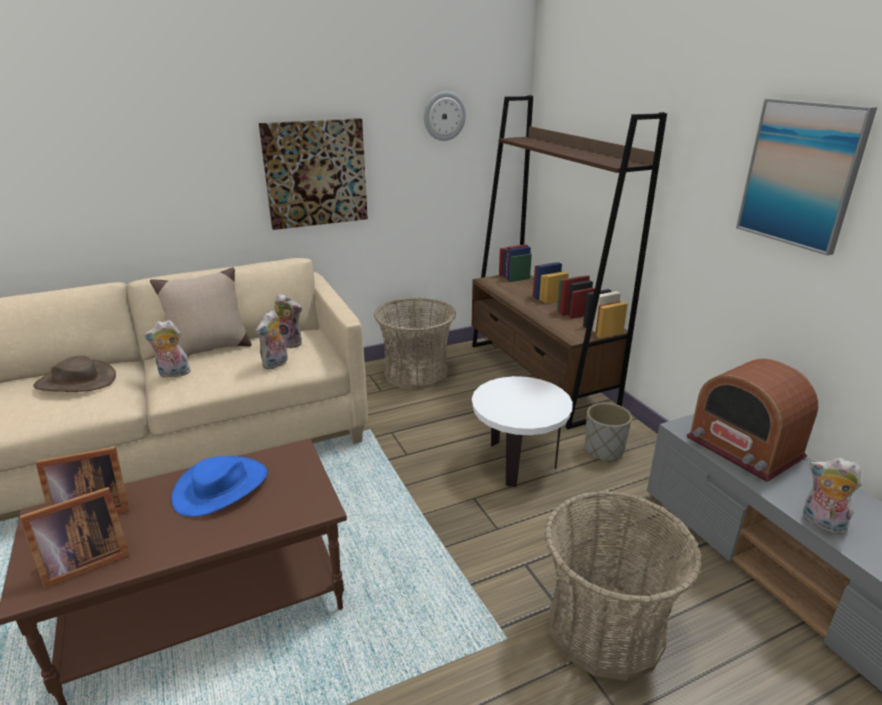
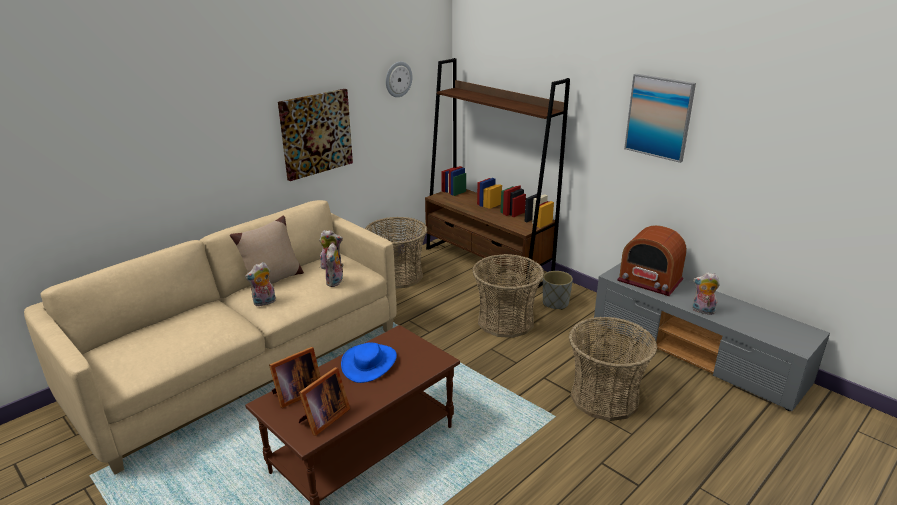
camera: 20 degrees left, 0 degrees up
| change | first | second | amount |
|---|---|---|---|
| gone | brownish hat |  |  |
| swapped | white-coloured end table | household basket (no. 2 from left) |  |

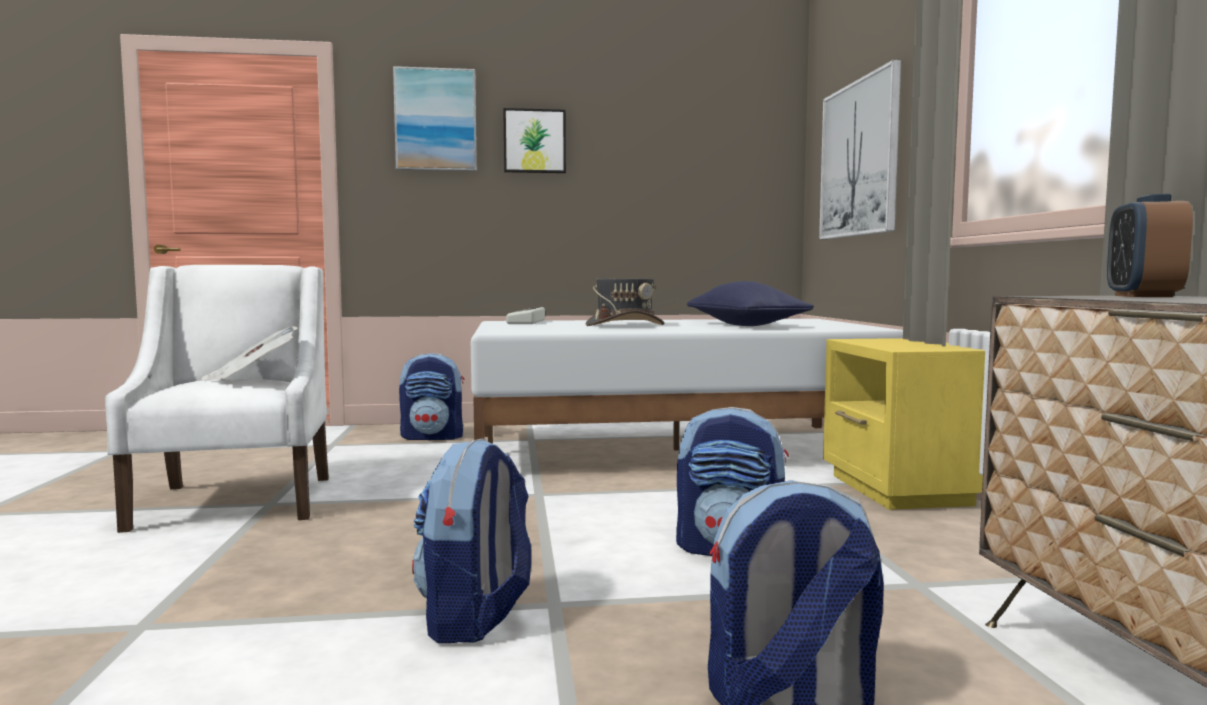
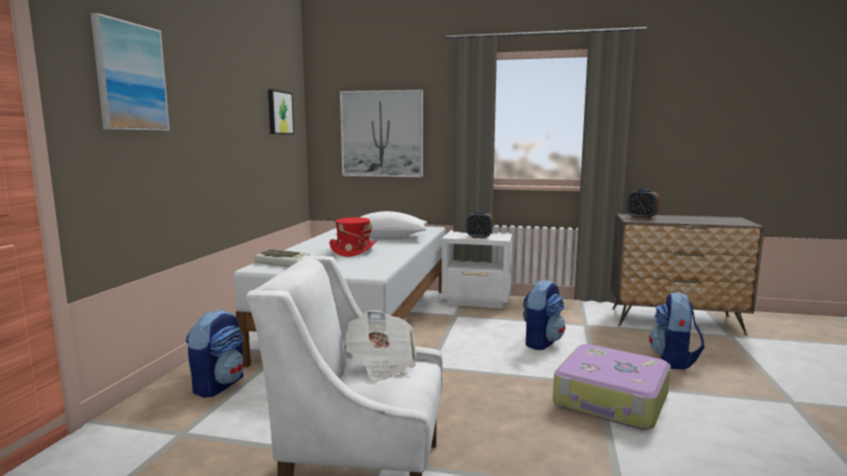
camera: 70 degrees left, 5 degrees up
| change | first | second | amount |
|---|---|---|---|
| swapped | knapsack (no. 2 from left) | piece of luggage |  |
| shifted | wall art (no. 2 from left) |  |  |
| repainted | grey hat | reddish hat |  |
| repainted | bluish cushion | white-coloured cushion |  |
| repainted | yellow-coloured nightstand | white-coloured nightstand |  |
| new |  | table clock (no. 1 from left) |  |

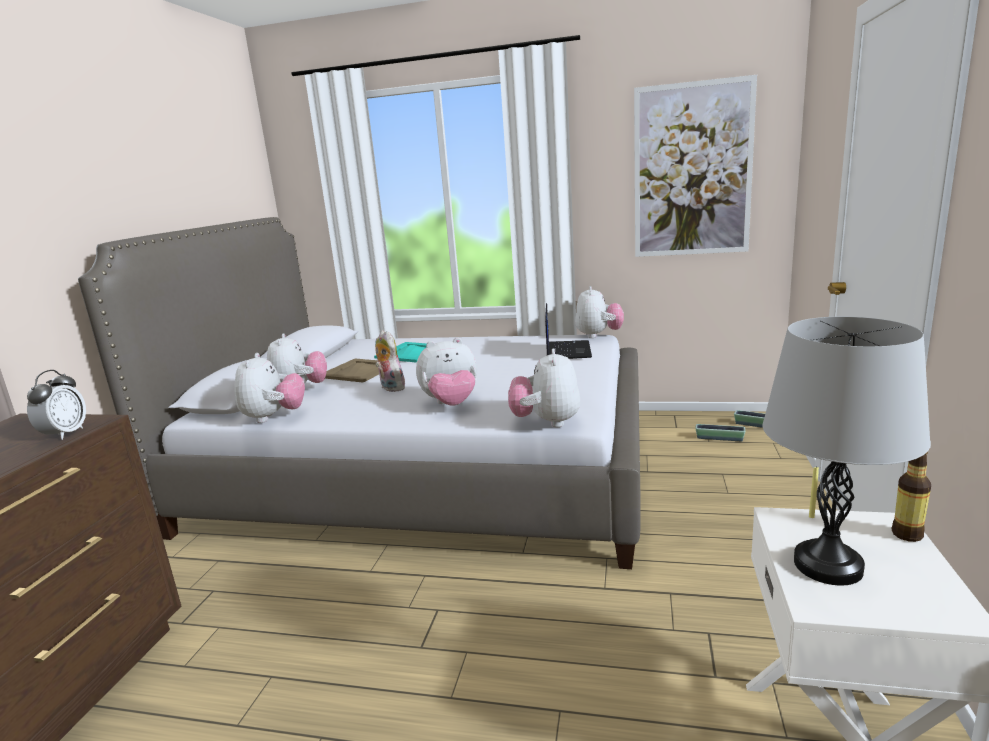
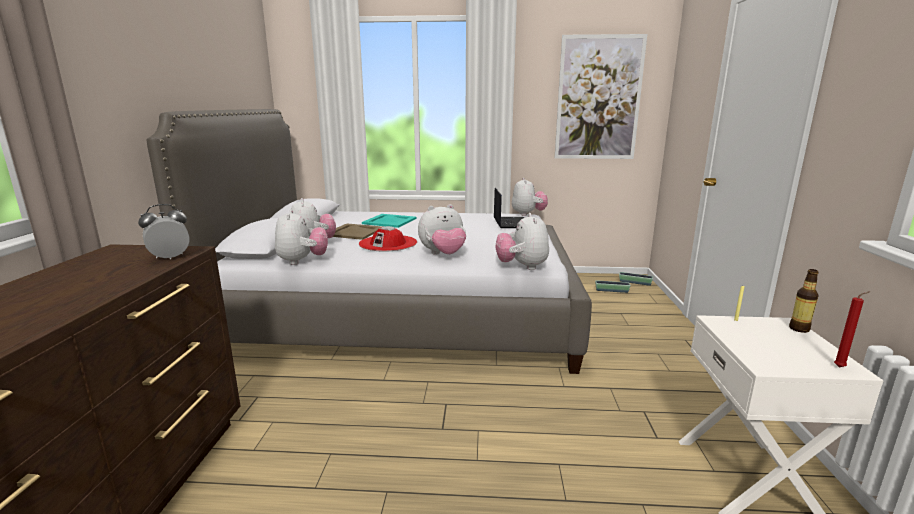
camera: 10 degrees left, 0 degrees up
| change | first | second | amount |
|---|---|---|---|
| rotated | table clock |  | 120 degrees counterclockwise |
| swapped | plush toy (no. 3 from left) | reddish hat |  |
| gone | grey table lamp |  |  |
| new |  | reddish wax candle |  |

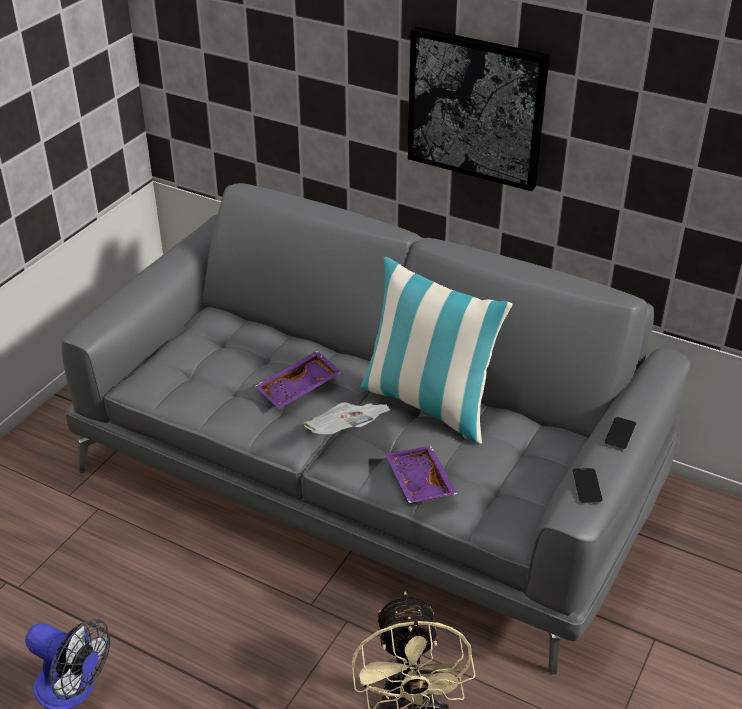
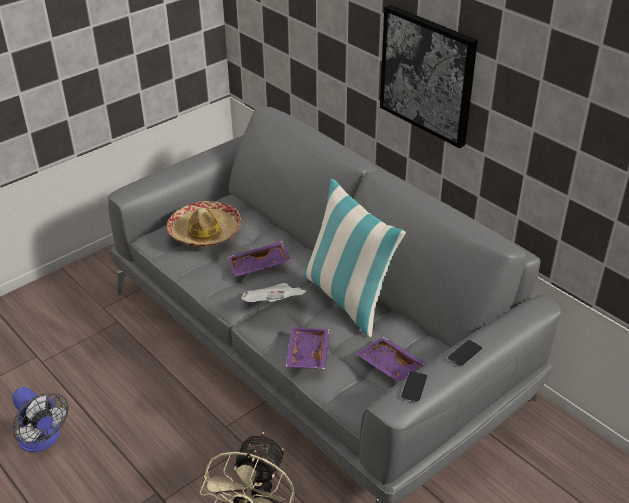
camera: 20 degrees right, 0 degrees up
| change | first | second | amount |
|---|---|---|---|
| new |  | hat |  |
| new |  | purplish tray (no. 3 from left) |  |

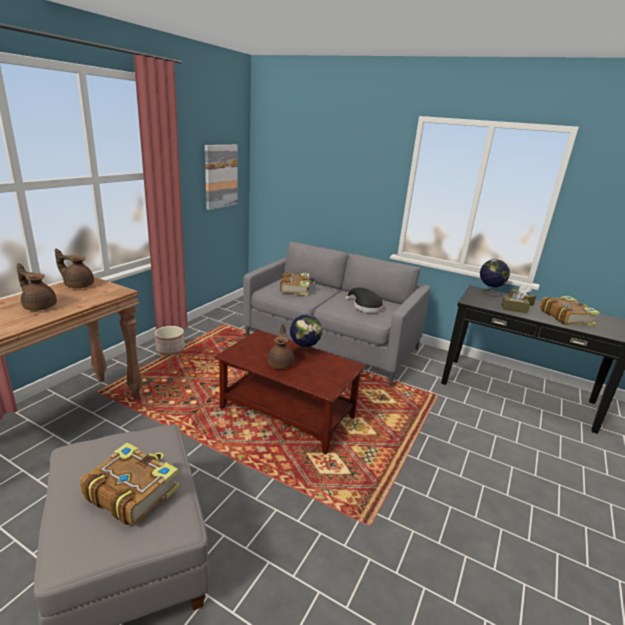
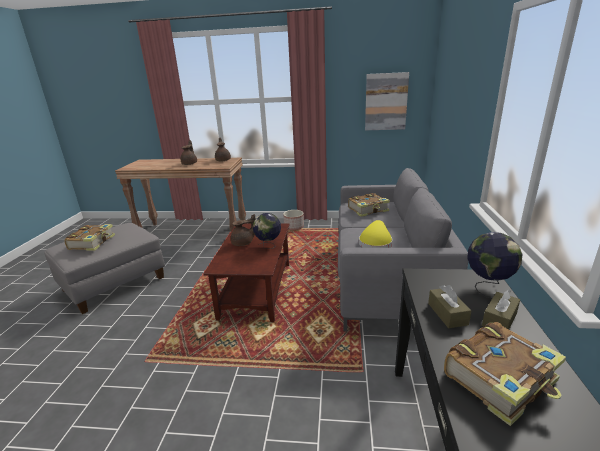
camera: 70 degrees right, 0 degrees up
| change | first | second | amount |
|---|---|---|---|
| repainted | black-coloured hat | yellow-coloured hat |  |

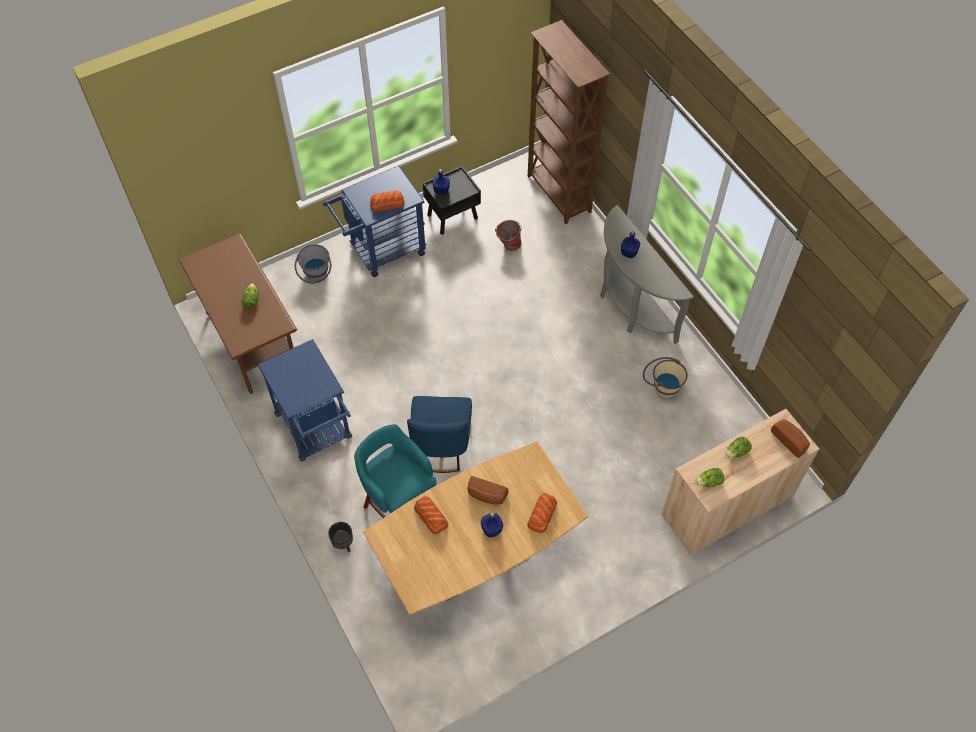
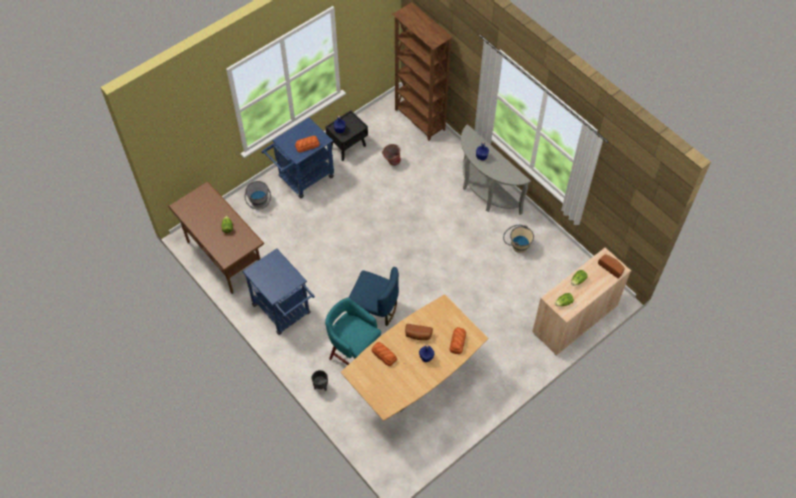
camera: 10 degrees left, 0 degrees up
| change | first | second | amount |
|---|---|---|---|
| rotated | bluish upright chair |  | 60 degrees counterclockwise |

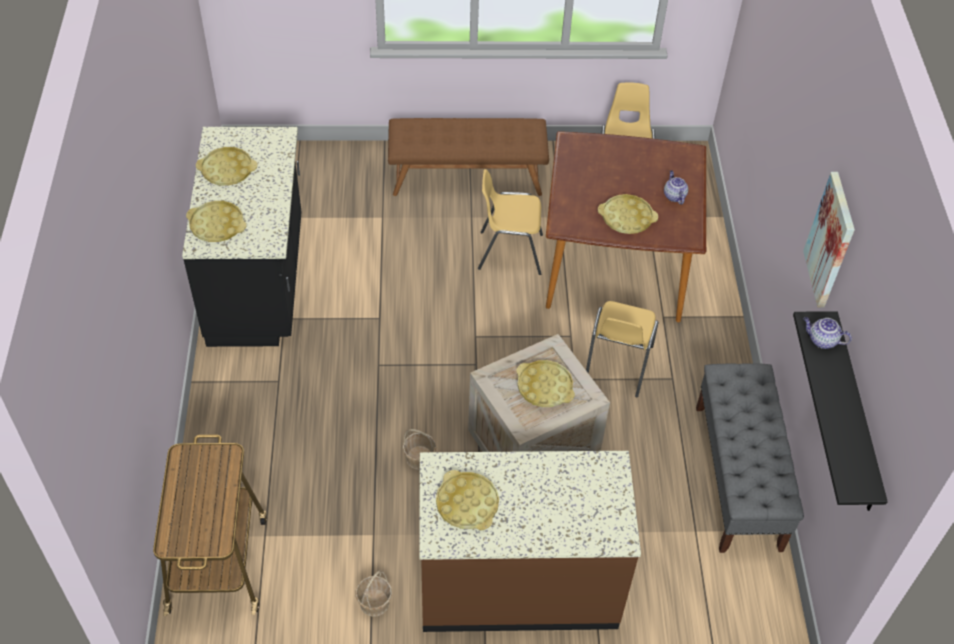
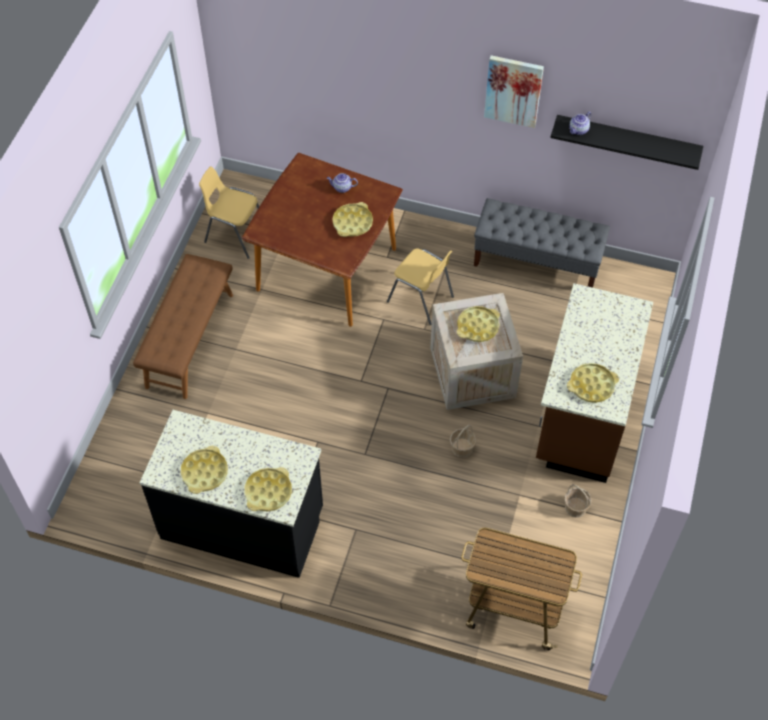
camera: 70 degrees left, 5 degrees up
| change | first | second | amount |
|---|---|---|---|
| gone | yellow-coloured upright chair (no. 1 from left) |  |  |

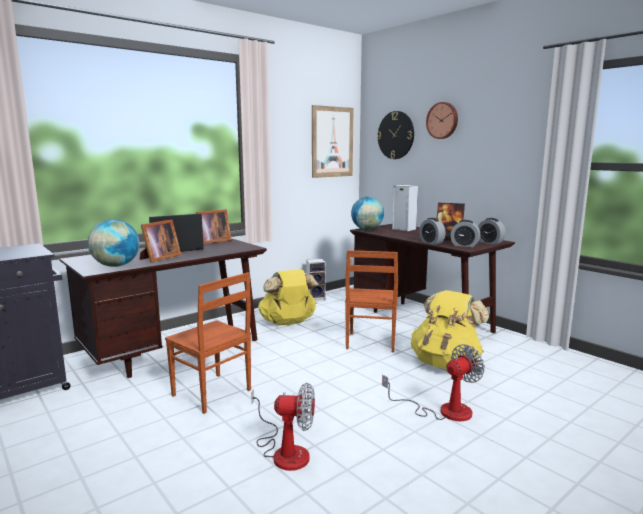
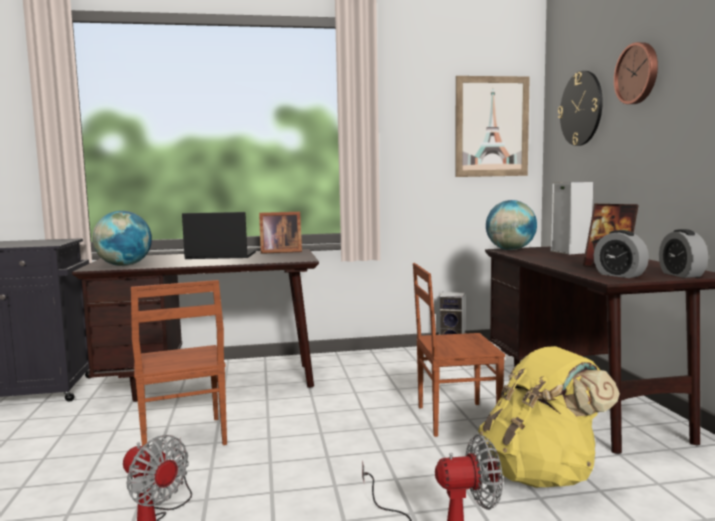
camera: 30 degrees right, 5 degrees down
| change | first | second | amount |
|---|---|---|---|
| gone | photo frame (no. 1 from left) |  |  |
| gone | yellow-coloured knapsack (no. 1 from left) |  |  |
| rotated | brownish upright chair (no. 2 from left) |  | 45 degrees clockwise |
| gone | table clock (no. 1 from left) |  |  |

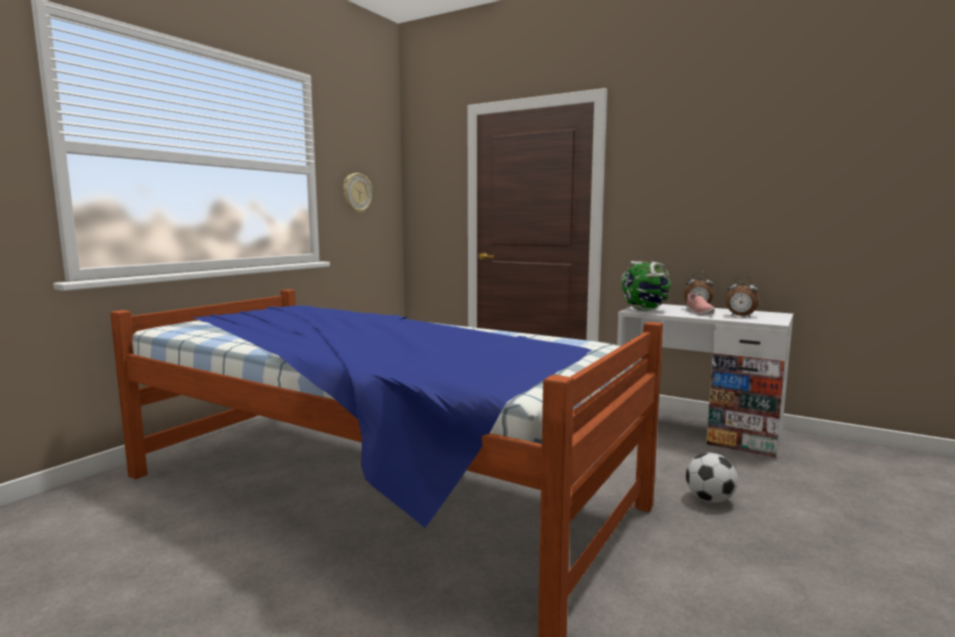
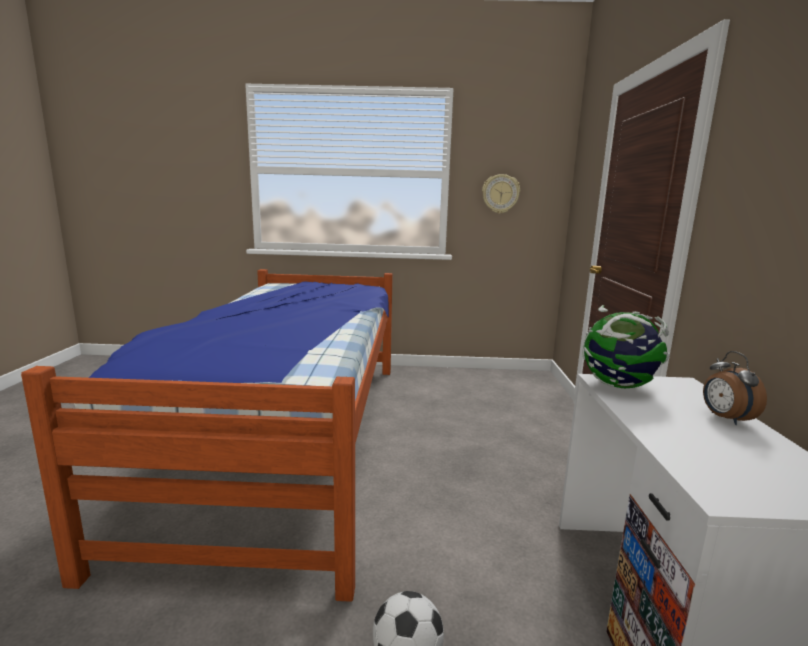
camera: 60 degrees right, 5 degrees up
| change | first | second | amount |
|---|---|---|---|
| gone | pinkish shoe |  |  |
| gone | table clock (no. 2 from left) |  |  |

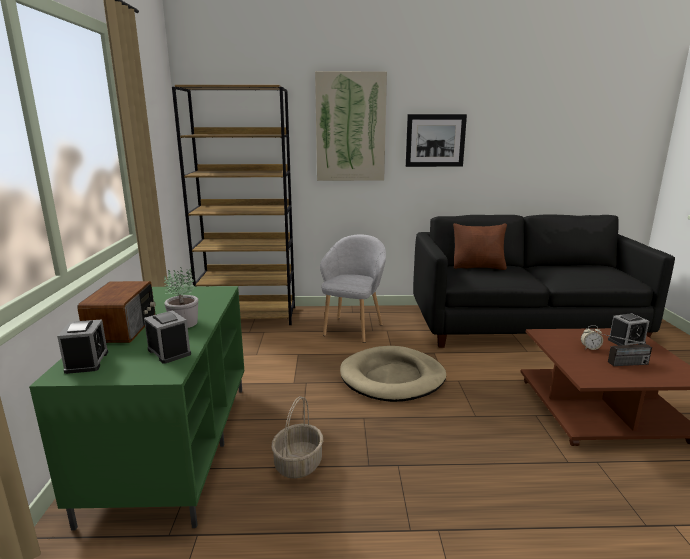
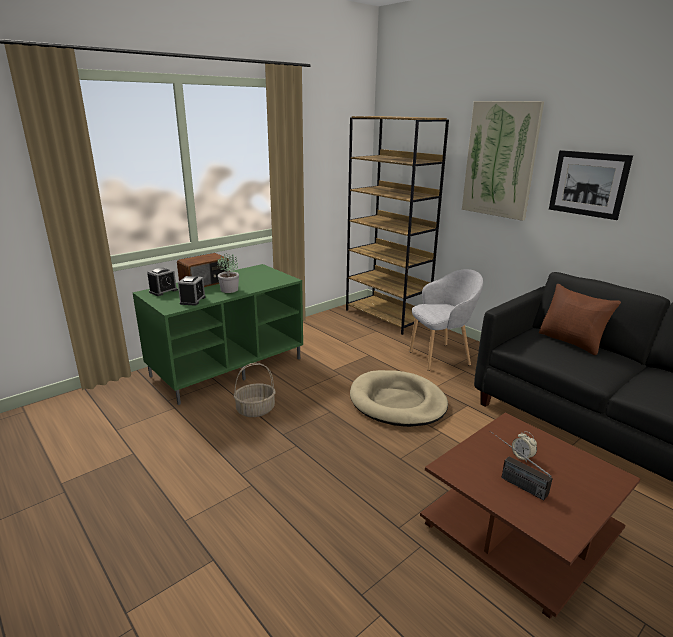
camera: 50 degrees right, 5 degrees up
| change | first | second | amount |
|---|---|---|---|
| gone | table clock (no. 4 from left) |  |  |

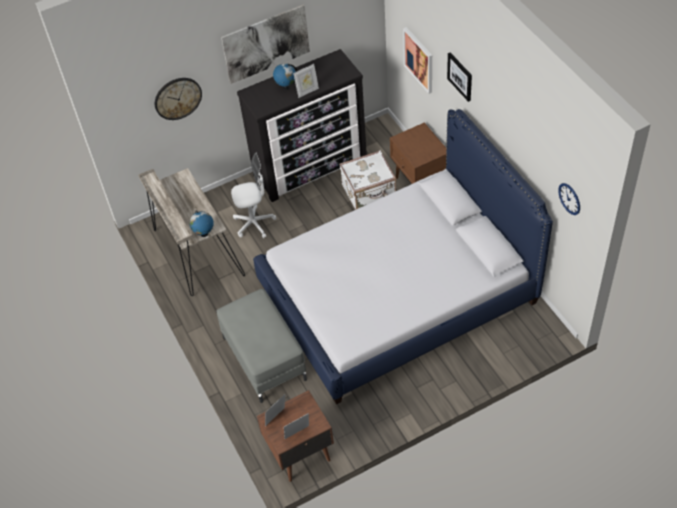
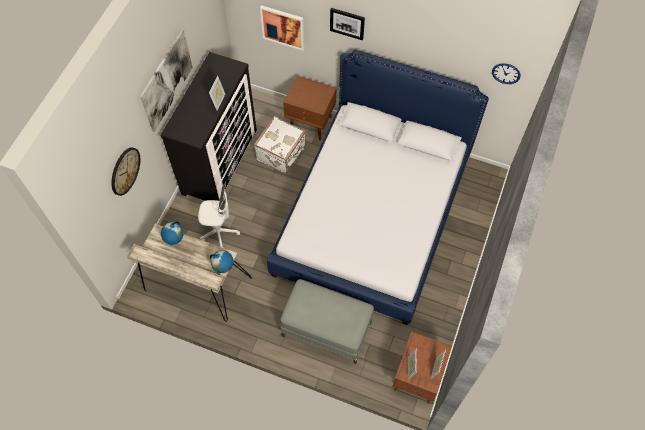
camera: 45 degrees left, 10 degrees up
| change | first | second | amount |
|---|---|---|---|
| rotated | white-coloured desk chair |  | 60 degrees clockwise |
| shifted | globe (no. 2 from left in the first image) | globe (no. 1 from left) |  |

